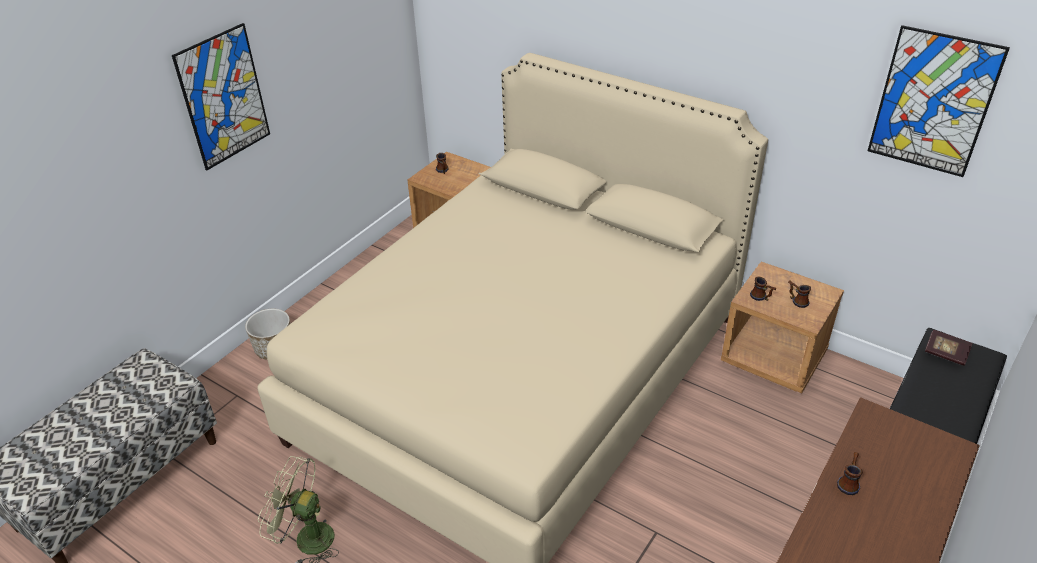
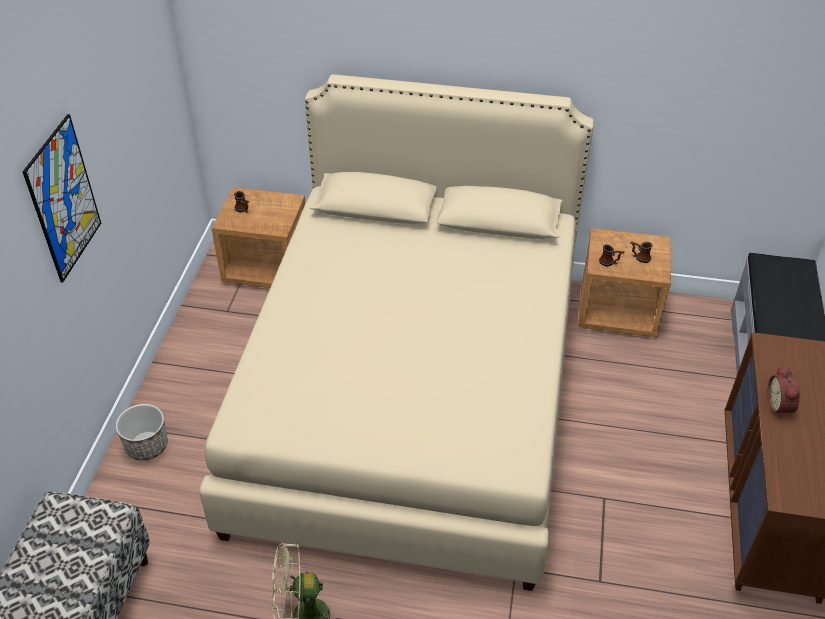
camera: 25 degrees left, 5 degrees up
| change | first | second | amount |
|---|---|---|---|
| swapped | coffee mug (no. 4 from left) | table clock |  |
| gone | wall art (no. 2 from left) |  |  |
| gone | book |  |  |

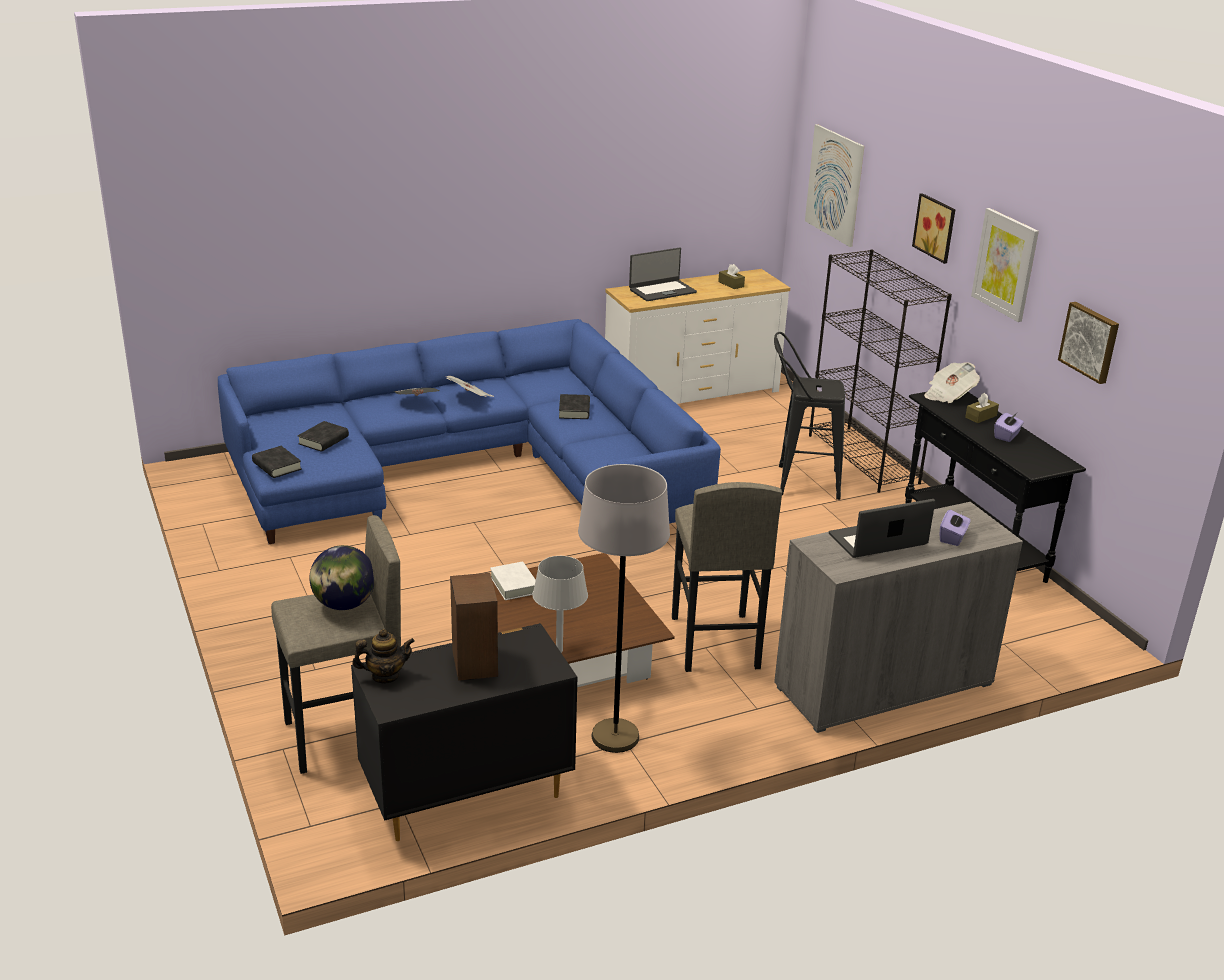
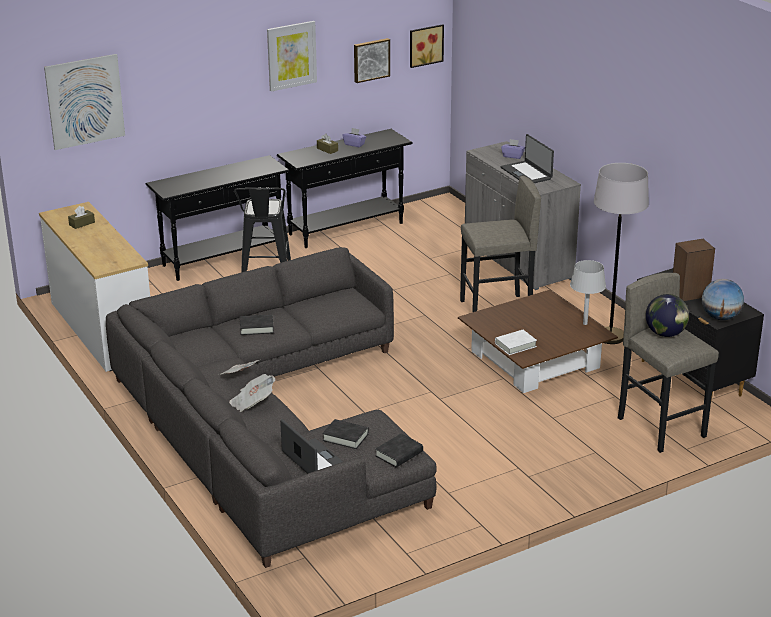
camera: 95 degrees left, 0 degrees up
| change | first | second | amount |
|---|---|---|---|
| repainted | bluish sofa | grey sofa |  |
| swapped | teapot | globe (no. 2 from left) |  |
| shifted | notebook computer (no. 1 from left) |  |  |
| swapped | black-coloured bookshelf | black-coloured hall table (no. 1 from left) |  |
| shifted | wall art (no. 2 from left in the first image) | wall art (no. 4 from left) |  |
| gone | printed paper (no. 3 from left) |  |  |

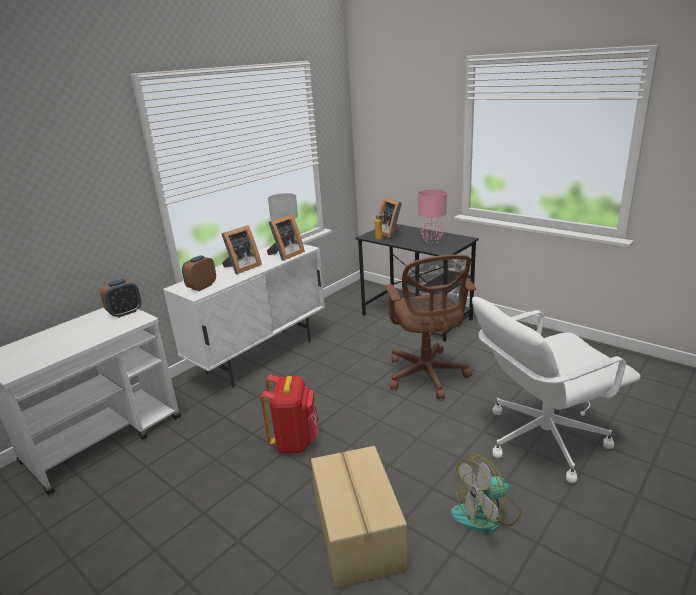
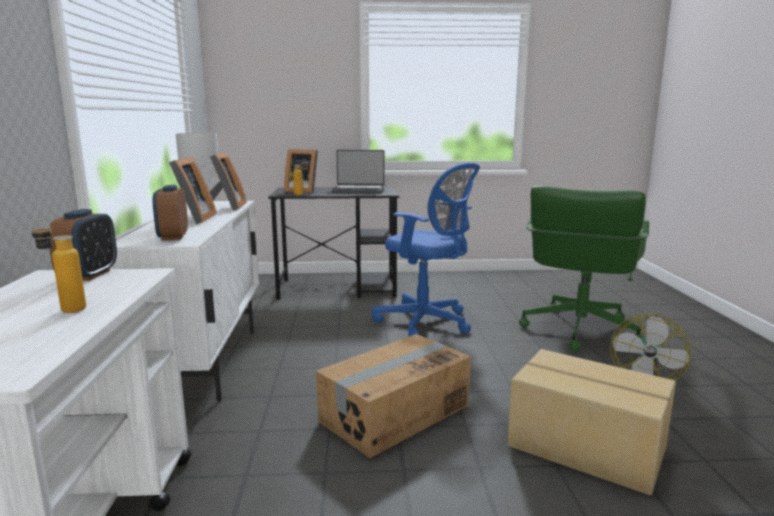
camera: 45 degrees left, 10 degrees down
| change | first | second | amount |
|---|---|---|---|
| swapped | reddish knapsack | packing box (no. 1 from left) |  |
| repainted | brownish desk chair | bluish desk chair |  |
| swapped | pinkish table lamp | notebook computer |  |
| repainted | white-coloured desk chair | green-coloured desk chair |  |
| new |  | drink bottle (no. 1 from left) |  |

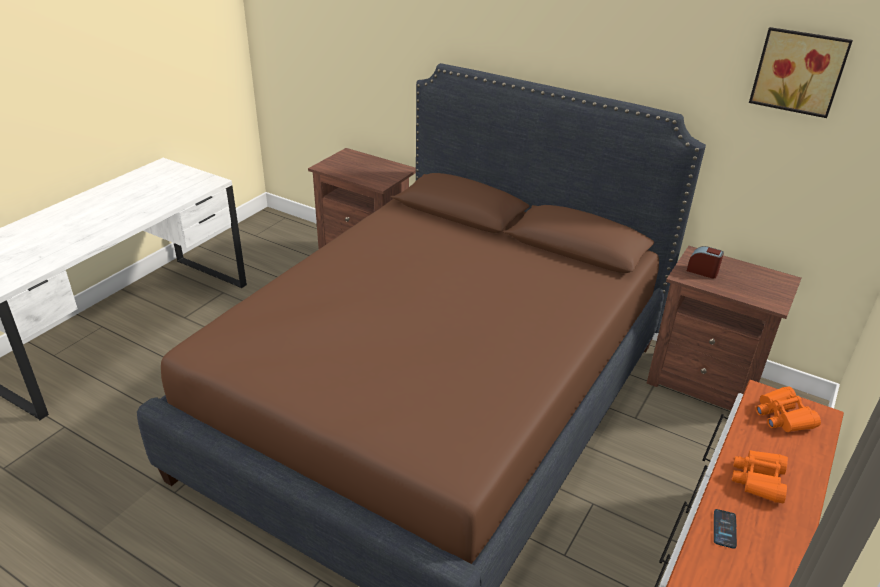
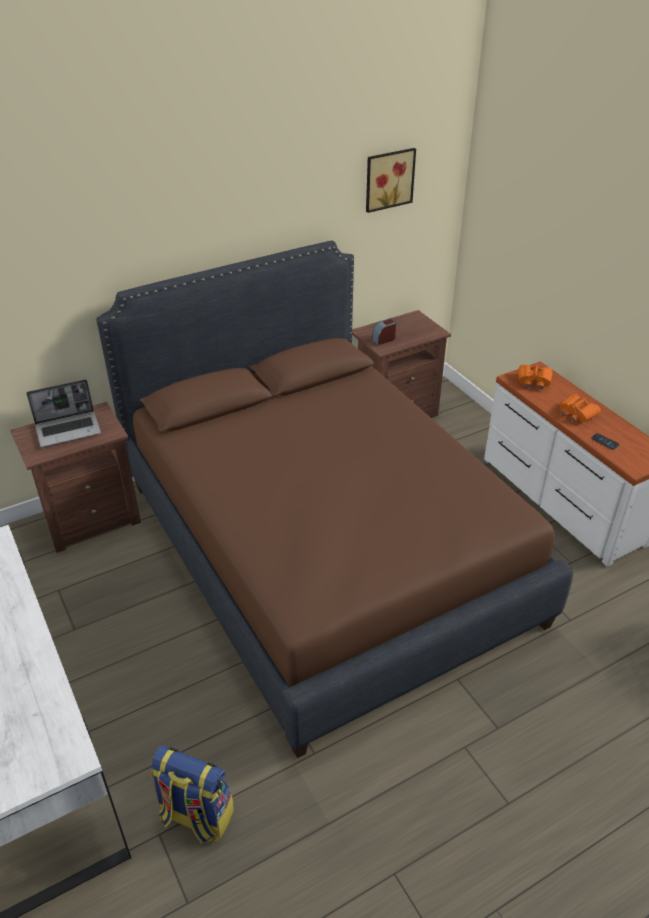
camera: 60 degrees left, 5 degrees up
| change | first | second | amount |
|---|---|---|---|
| new |  | notebook computer |  |
| new |  | knapsack |  |

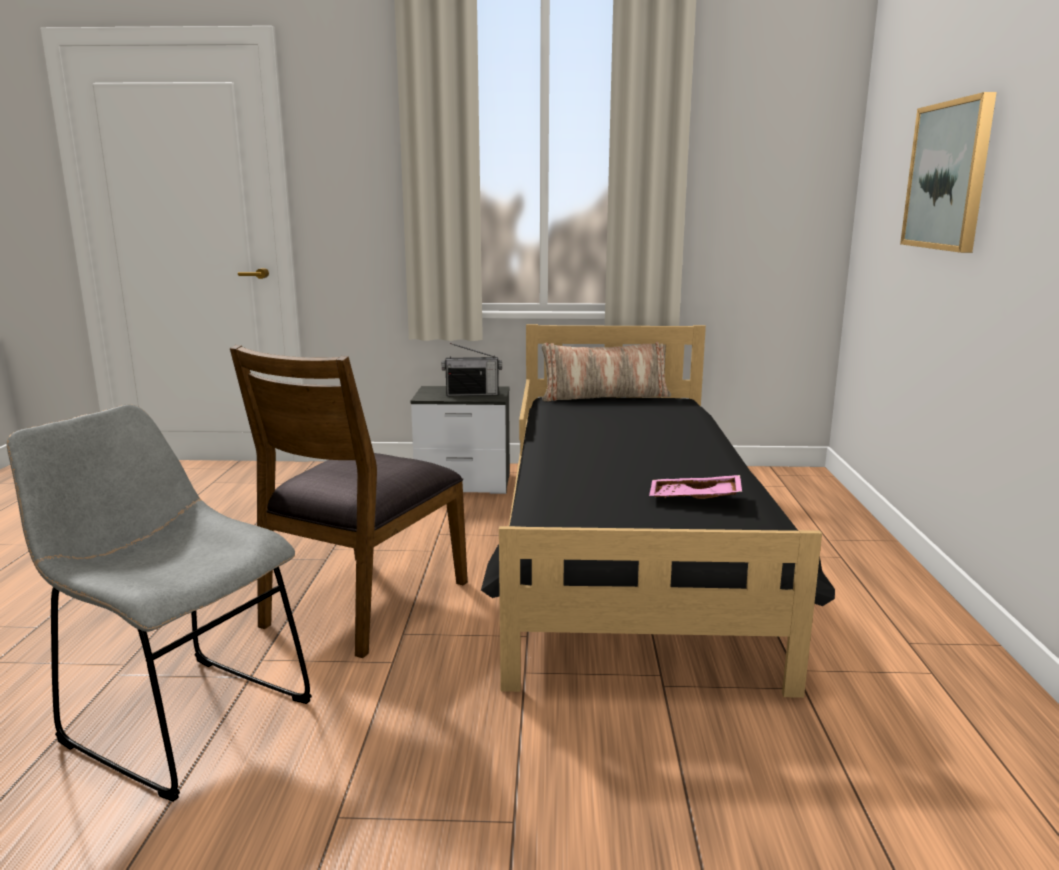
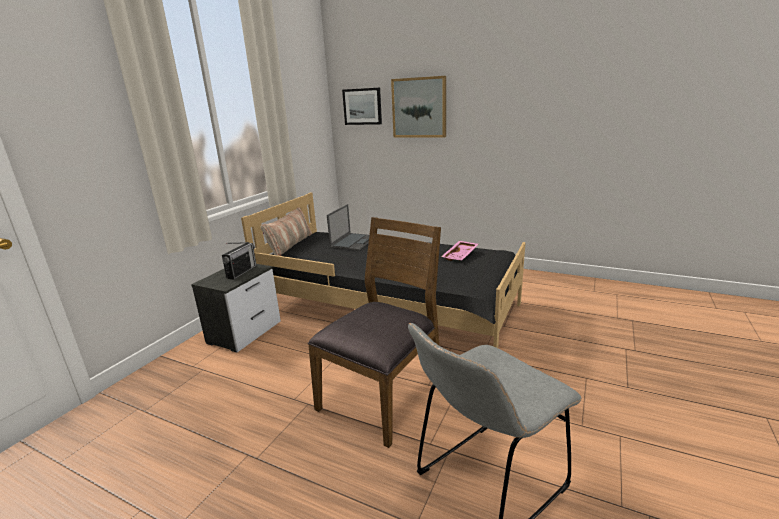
camera: 65 degrees left, 5 degrees up
| change | first | second | amount |
|---|---|---|---|
| rotated | brownish upright chair |  | 105 degrees counterclockwise |
| new |  | notebook computer |  |
| new |  | wall art (no. 1 from left) |  |

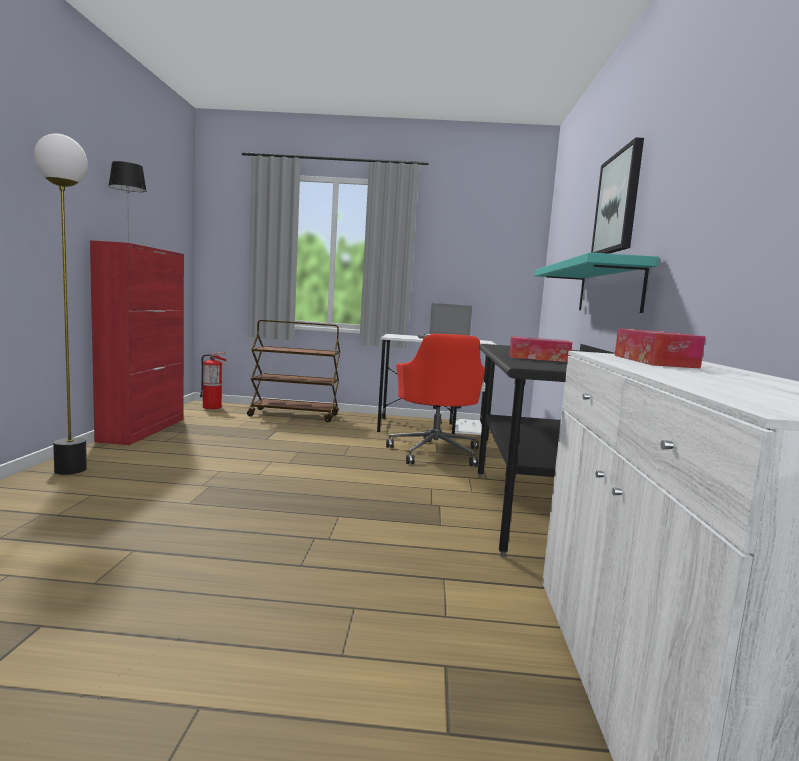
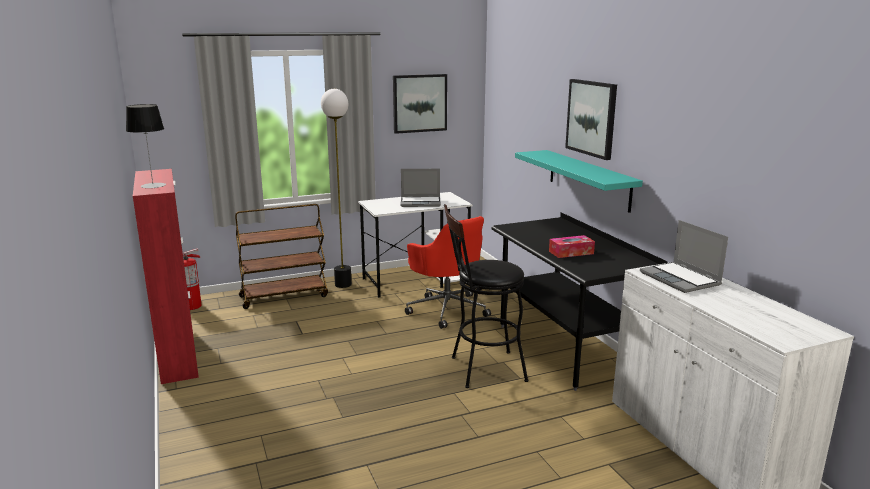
camera: 25 degrees left, 10 degrees up
| change | first | second | amount |
|---|---|---|---|
| shifted | floor lamp |  |  |
| swapped | box of tissues (no. 2 from left) | notebook computer (no. 2 from left) |  |
| new |  | wall art (no. 1 from left) |  |
| new |  | black-coloured stool seat |  |

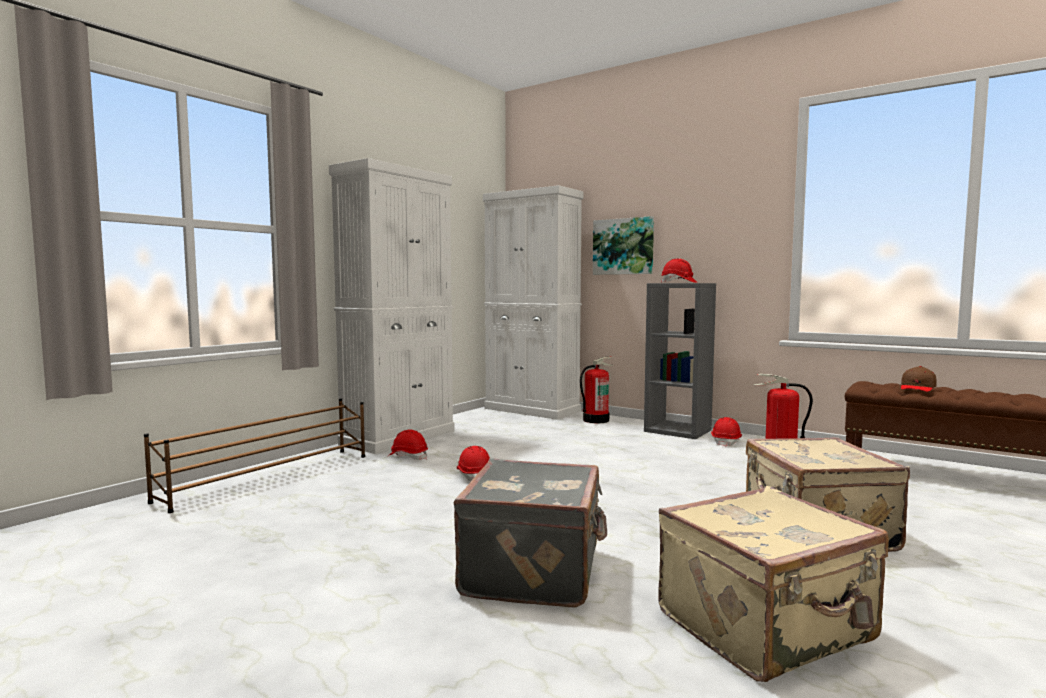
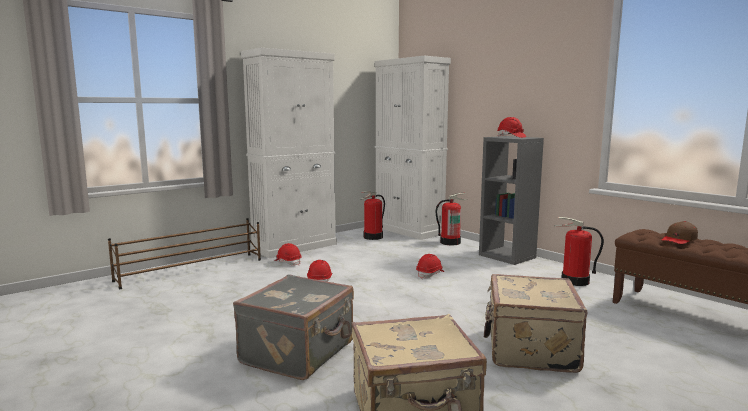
camera: 15 degrees right, 5 degrees up
| change | first | second | amount |
|---|---|---|---|
| gone | wall art |  |  |
| shifted | reddish safety helmet (no. 4 from left in the first image) | reddish safety helmet (no. 3 from left) |  |
| new |  | fire-fighting cylinder (no. 1 from left) |  |

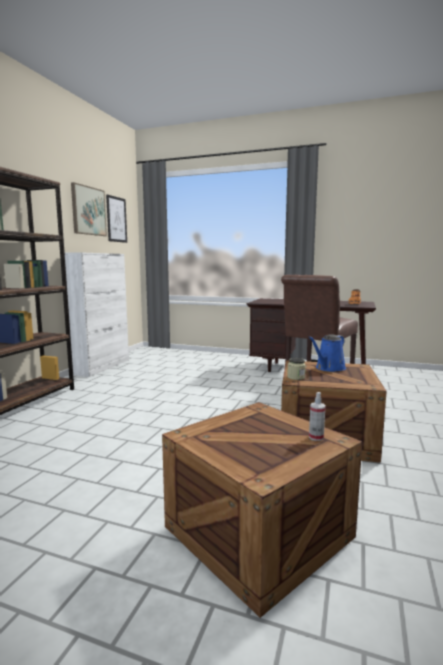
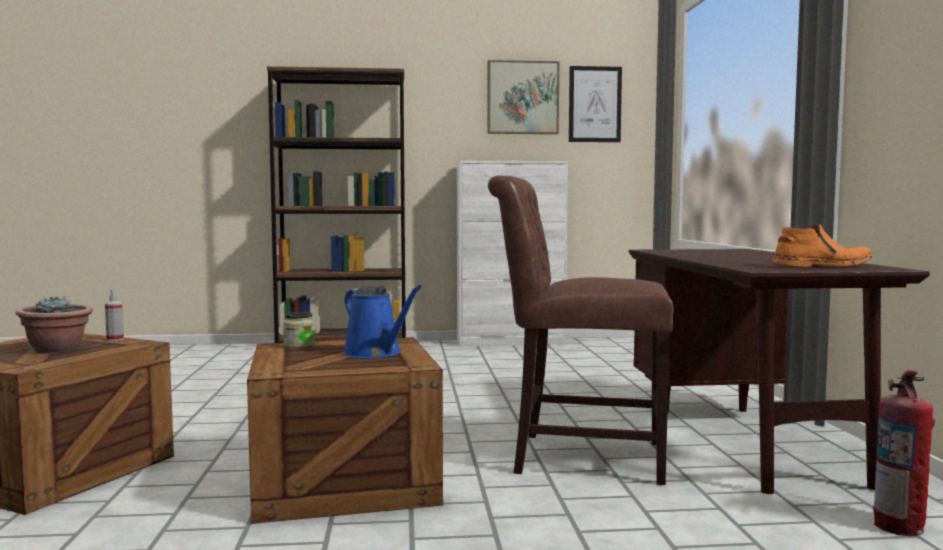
camera: 65 degrees right, 5 degrees down
| change | first | second | amount |
|---|---|---|---|
| rotated | bluish watering can |  | 150 degrees counterclockwise |
| shifted | spray bottle |  |  |
| new |  | potted plant |  |
| new |  | fire-fighting cylinder |  |

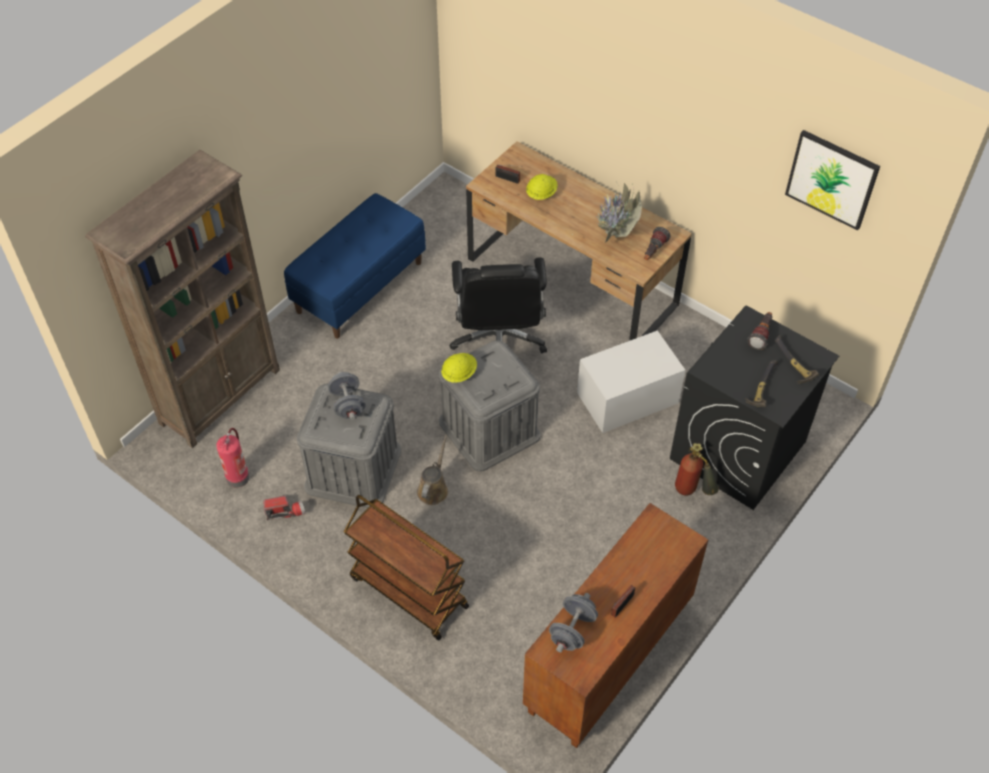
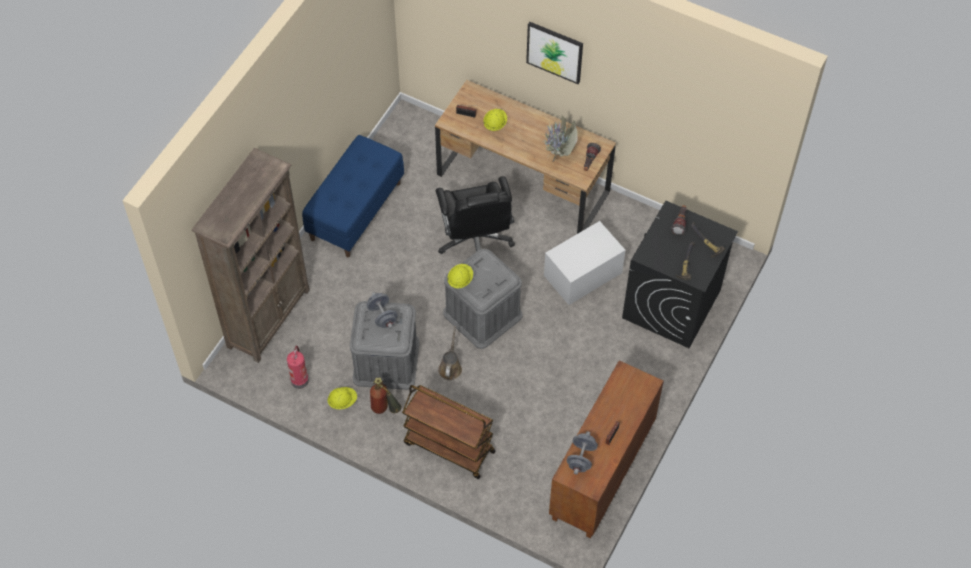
camera: 10 degrees left, 5 degrees up
| change | first | second | amount |
|---|---|---|---|
| swapped | torch (no. 1 from left) | yellow-coloured safety helmet (no. 1 from left) |  |
| shifted | fire-fighting cylinder (no. 2 from left) |  |  |
| shifted | wall art |  |  |

